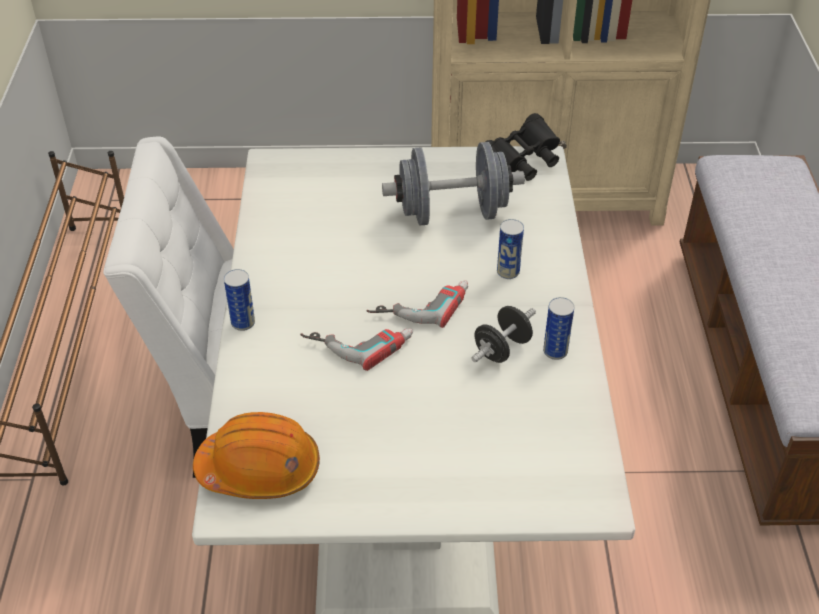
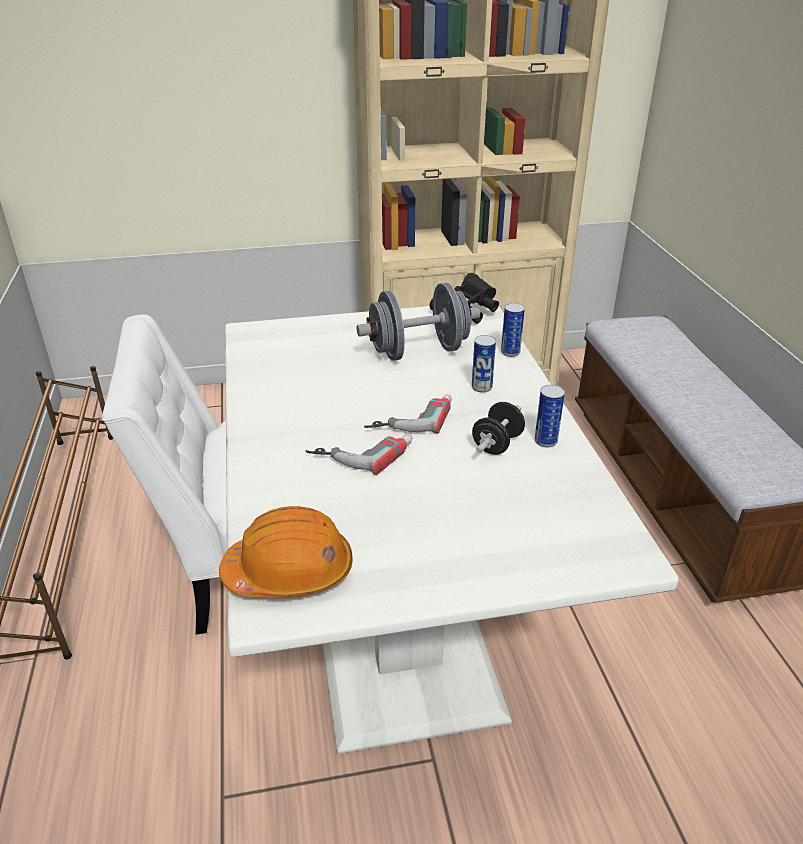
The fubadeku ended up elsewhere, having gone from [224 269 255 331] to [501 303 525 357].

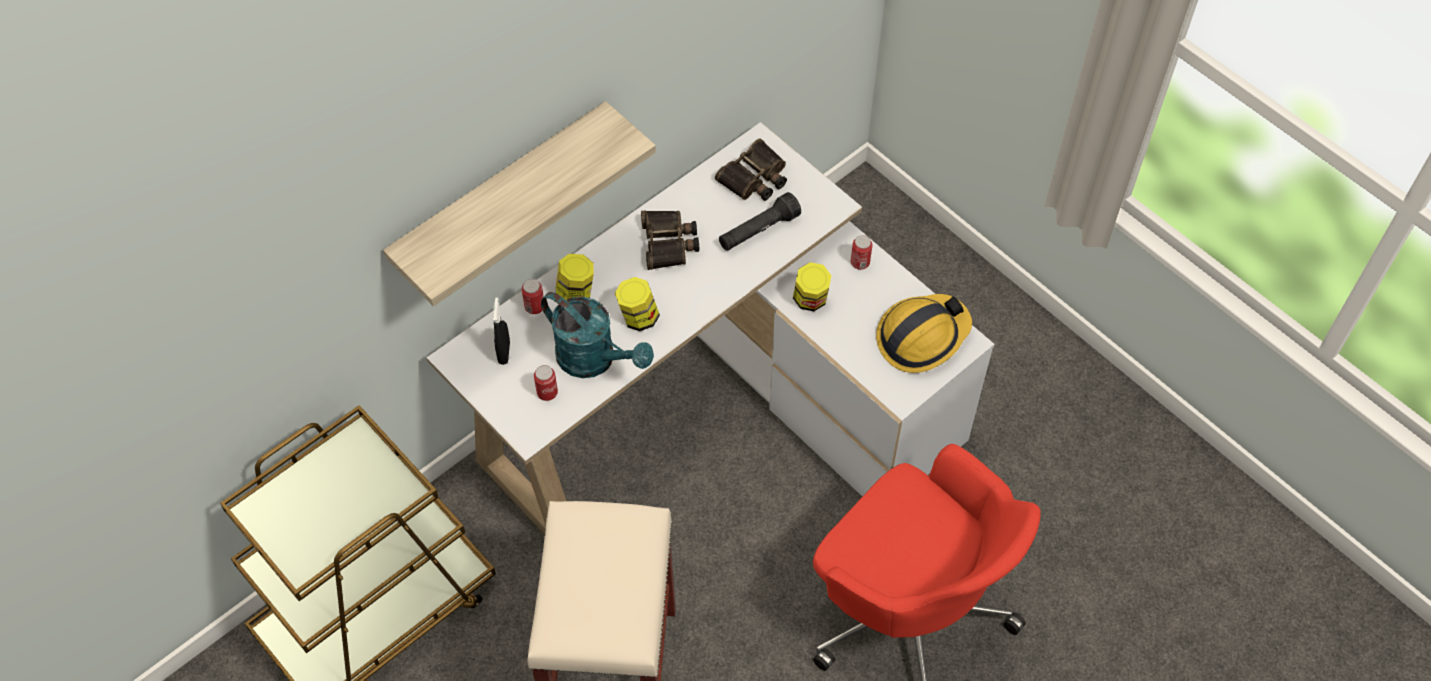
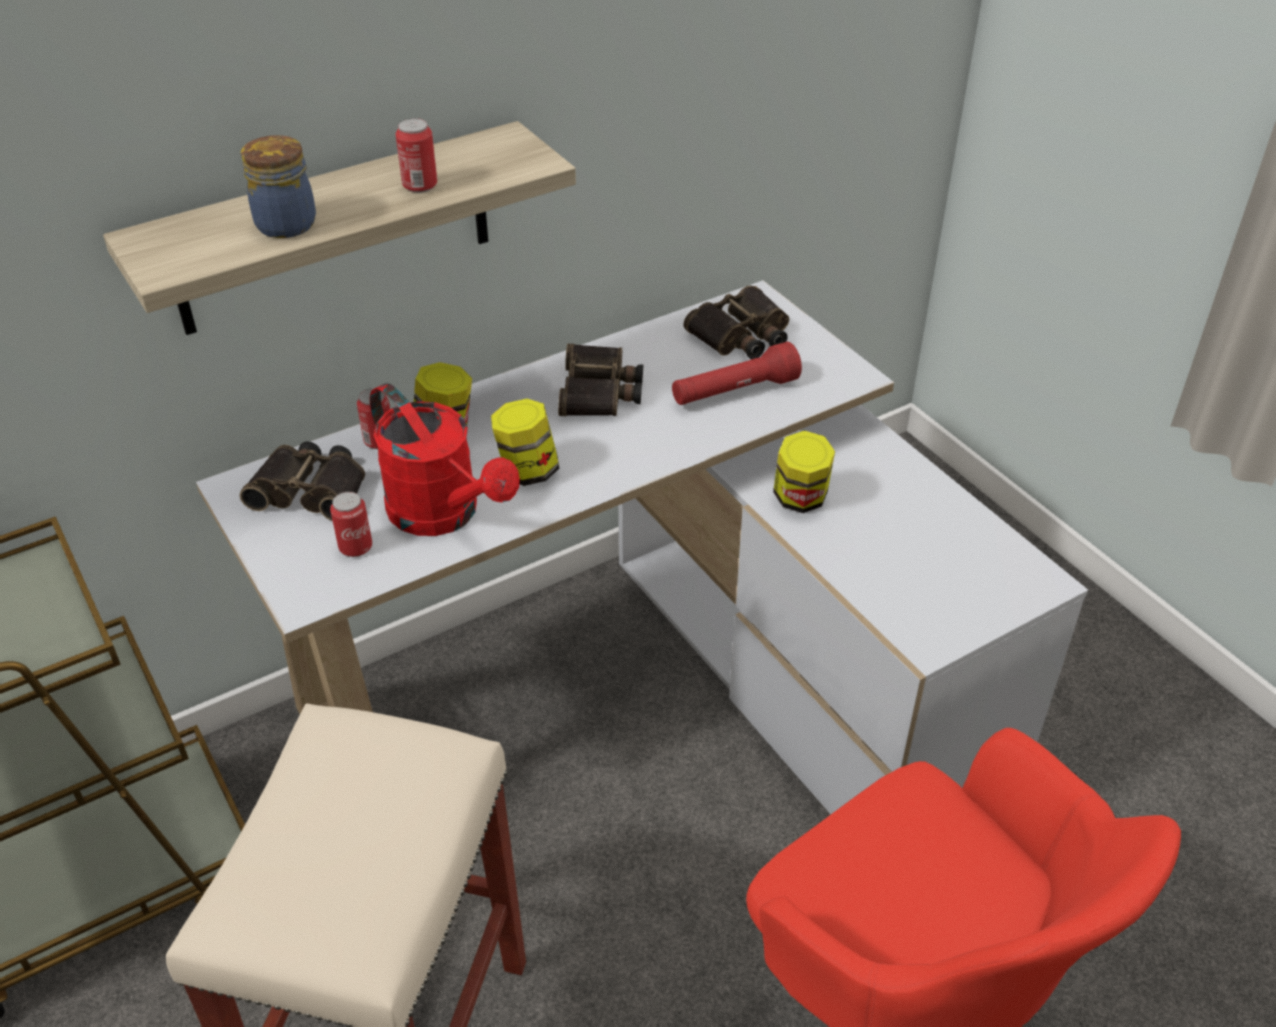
Where the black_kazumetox stood at [493 298 510 365], the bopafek came to stand at [239 441 365 521].
The second view gained the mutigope at [241 135 316 238].
What was the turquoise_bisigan at [541 292 654 378] turned into the red_bisigan at [370 383 520 536].
The fubadeku ended up elsewhere, having gone from [851 235 872 270] to [396 118 437 193].
What was the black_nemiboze at [719 192 801 251] turned into the red_nemiboze at [672 342 802 405].
The second view lost the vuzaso at [876 294 972 373].

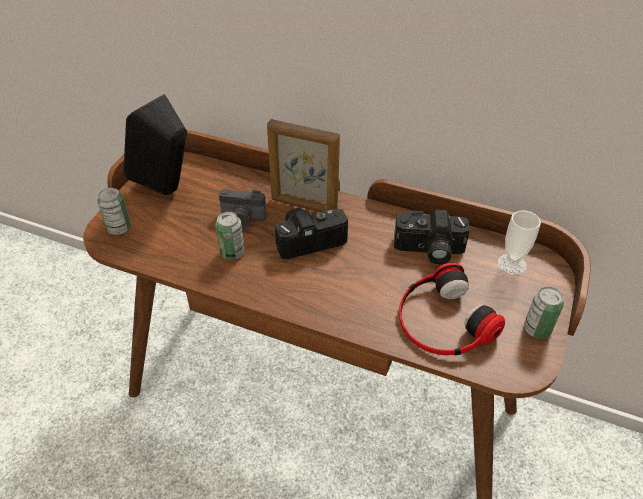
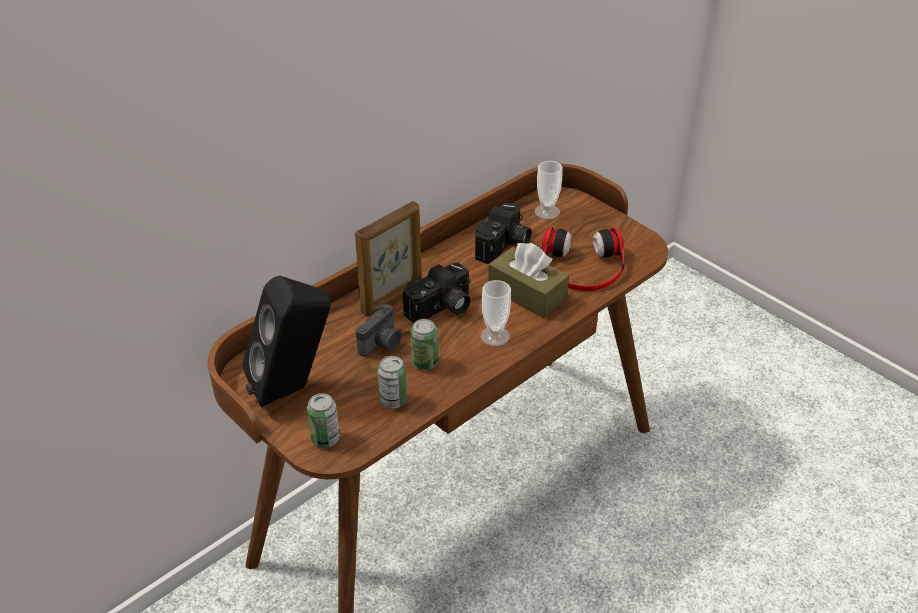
The fubadeku ended up elsewhere, having gone from [524 287 564 339] to [378 356 407 409].
The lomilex at [275 208 348 259] ended up facing another way, 135 degrees counterclockwise from before.
The second view gained the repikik at [481 280 511 346].
The second view gained the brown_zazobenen at [488 243 569 318].

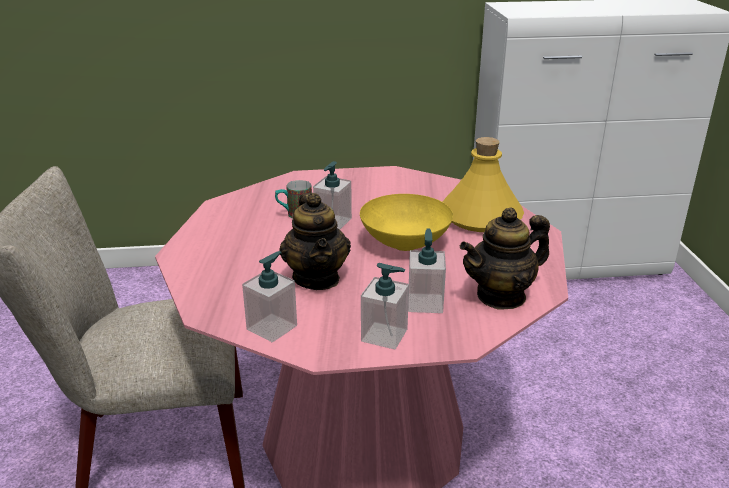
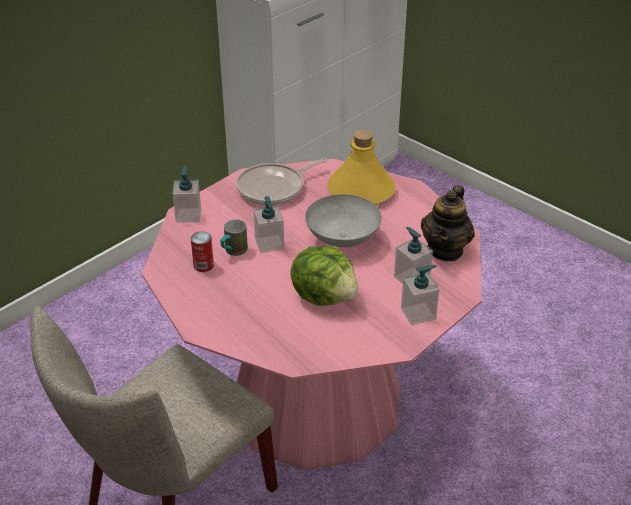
The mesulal ended up elsewhere, having gone from [242 251 297 342] to [172 165 201 223].
The second view gained the fubadeku at [191 231 214 272].
The second view gained the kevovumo at [236 158 327 205].
Where the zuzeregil stood at [279 193 351 290], the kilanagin came to stand at [290 246 358 306].
What was the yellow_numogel at [360 194 453 251] turned into the grey_numogel at [305 194 382 247].

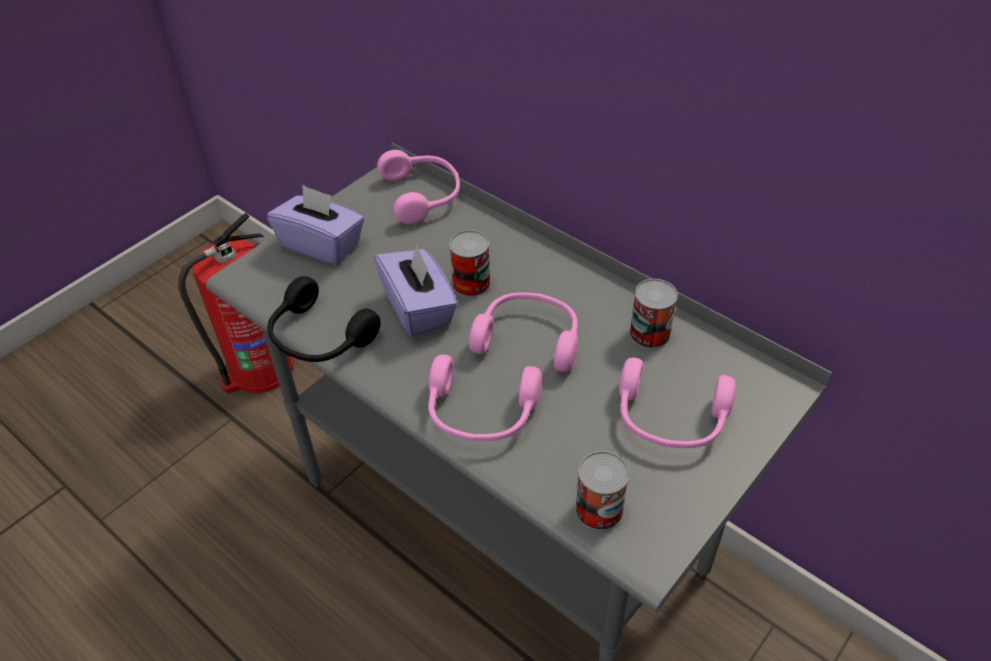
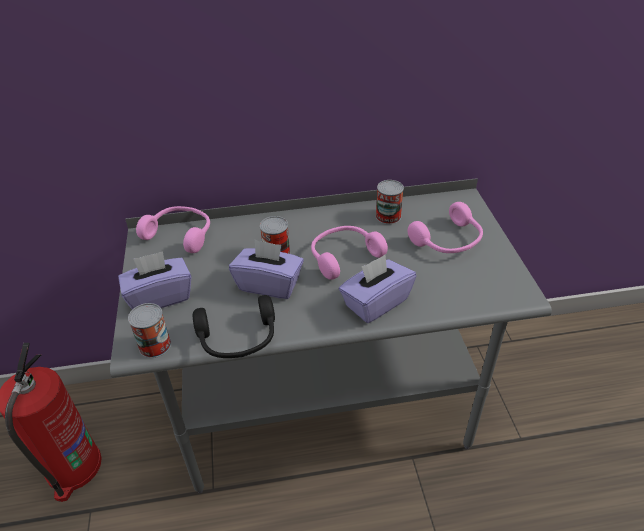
The fubadeku ended up elsewhere, having gone from [575 451 629 531] to [128 303 171 358].
Where the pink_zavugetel stood at [428 355 542 441], the purple_zazobenen came to stand at [339 255 416 323].

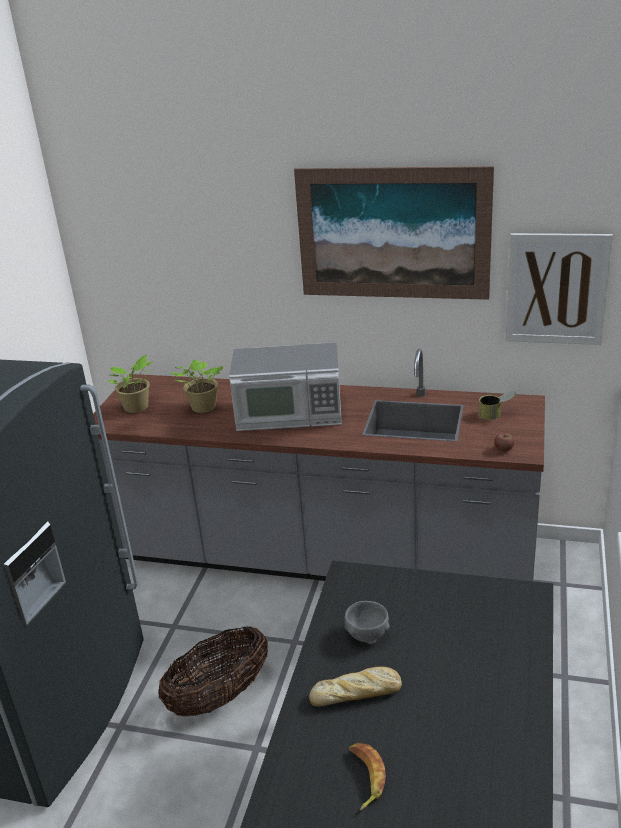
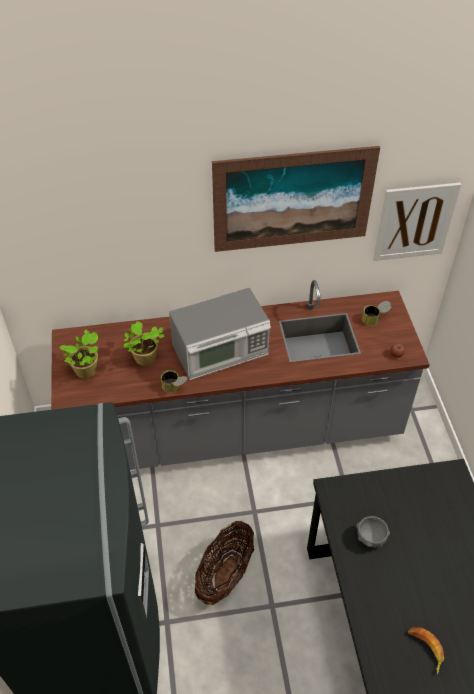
The second view gained the fubadeku at [161 370 188 393].
The second view lost the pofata at [309 667 402 707].

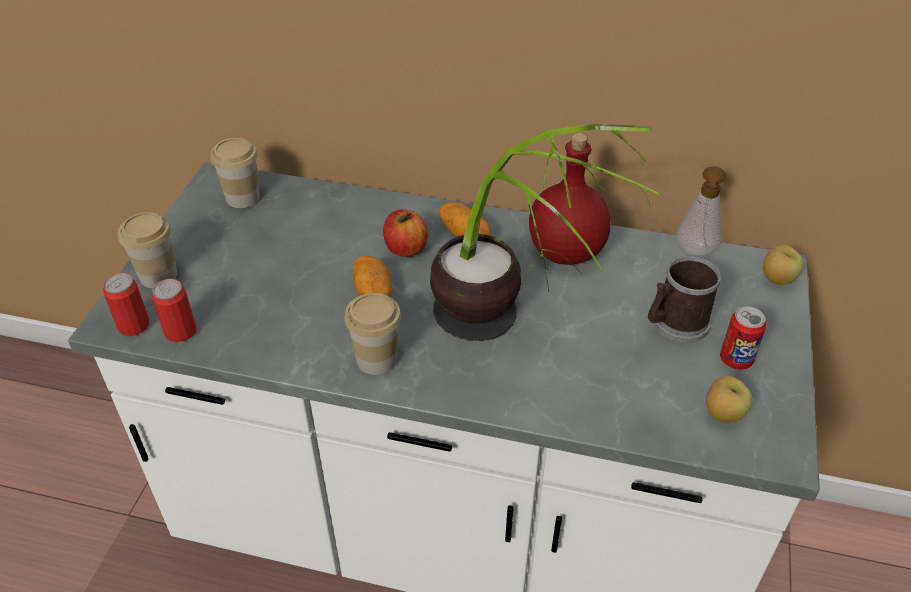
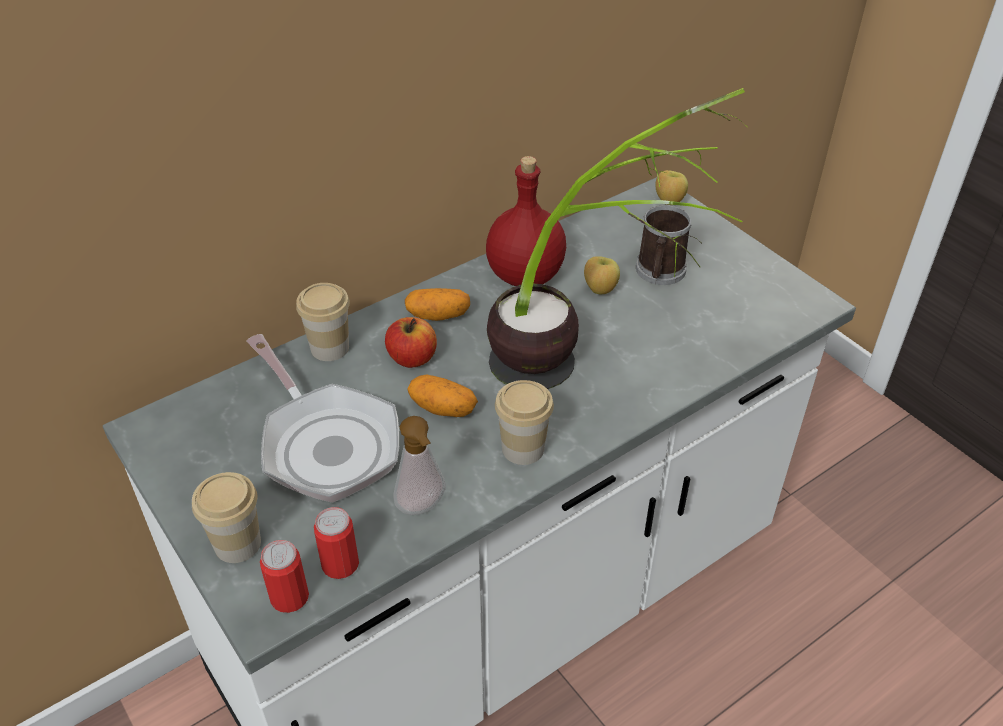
The second view gained the kevovumo at [246 334 399 503].
The repikik ended up elsewhere, having gone from [210 138 260 208] to [296 283 350 361].
The mesulal ended up elsewhere, having gone from [676 166 726 256] to [393 416 446 515].
The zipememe ended up elsewhere, having gone from [706 376 752 423] to [584 256 620 294].
The second view lost the fubadeku at [720 307 767 370].

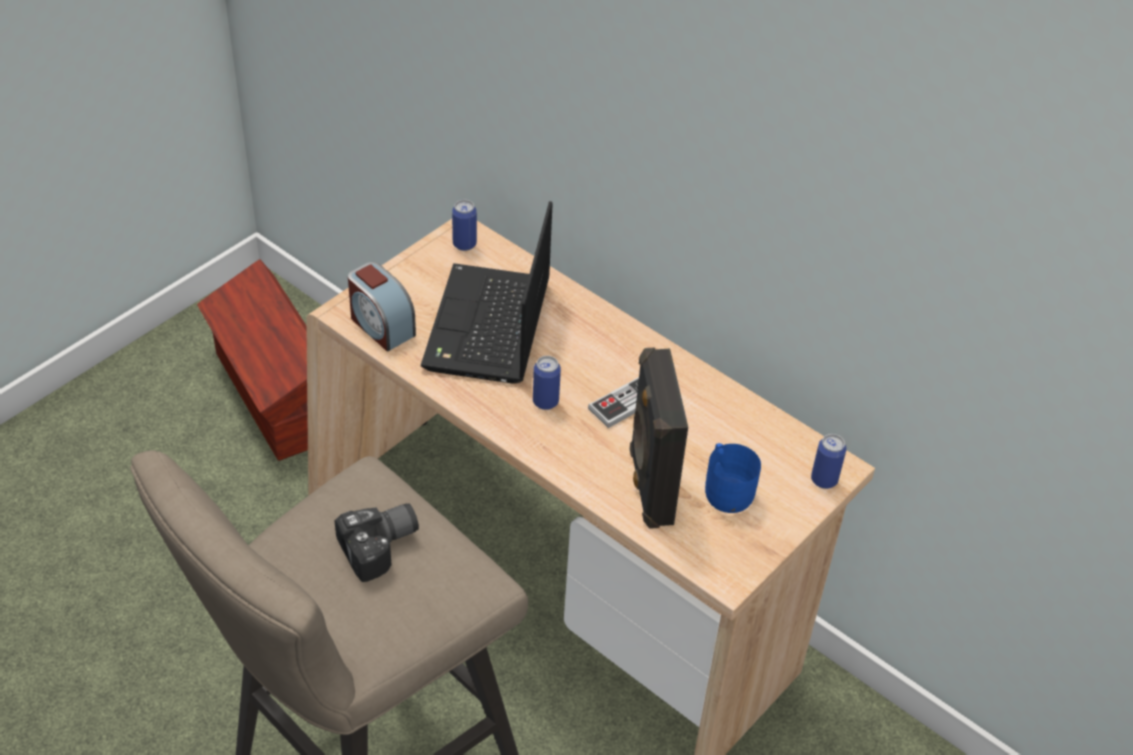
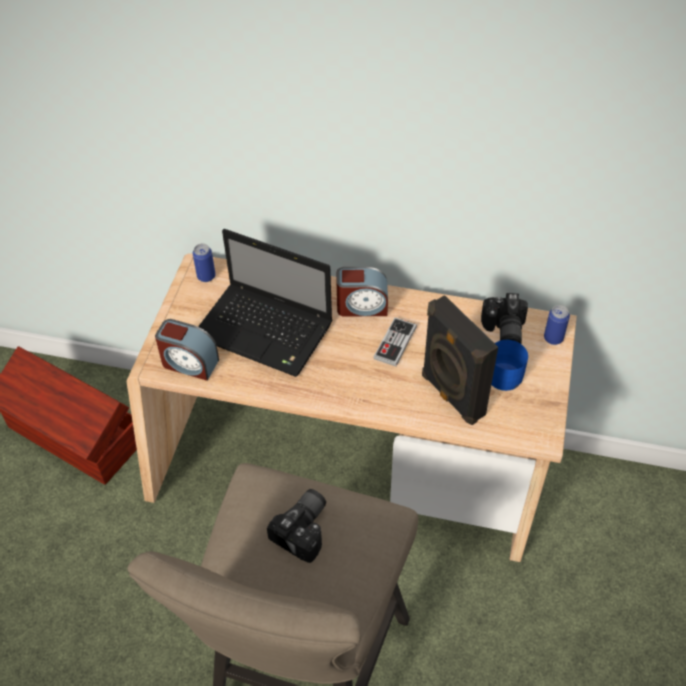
The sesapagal at [421 201 552 384] ended up facing another way, 45 degrees counterclockwise from before.
The second view gained the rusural at [337 267 388 317].
The second view gained the lomilex at [481 293 528 344].
The second view lost the fubadeku at [533 356 561 410].

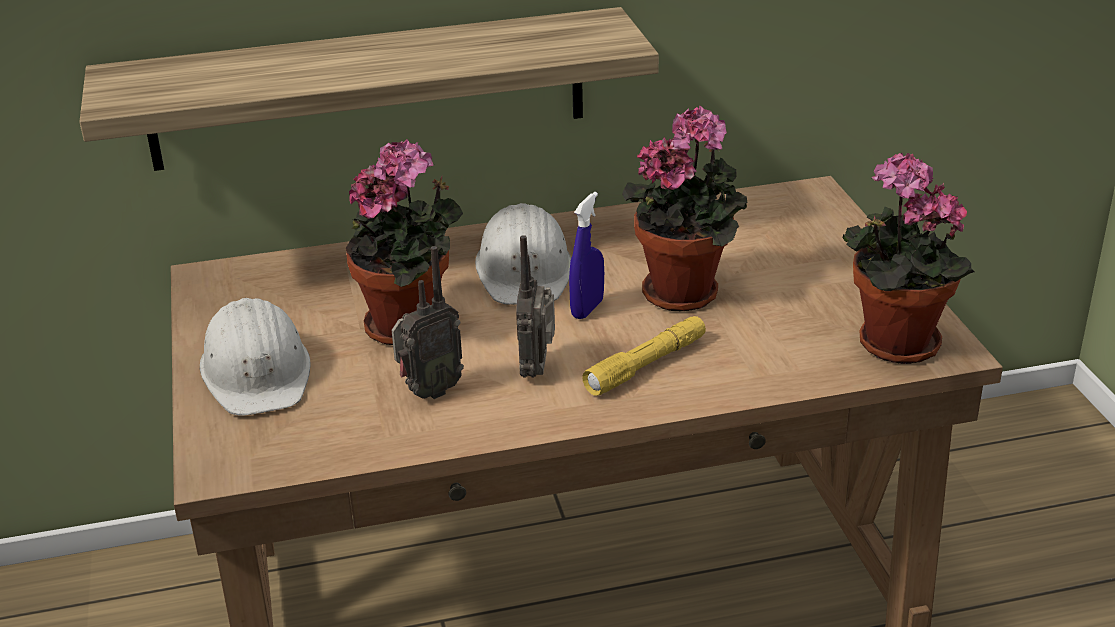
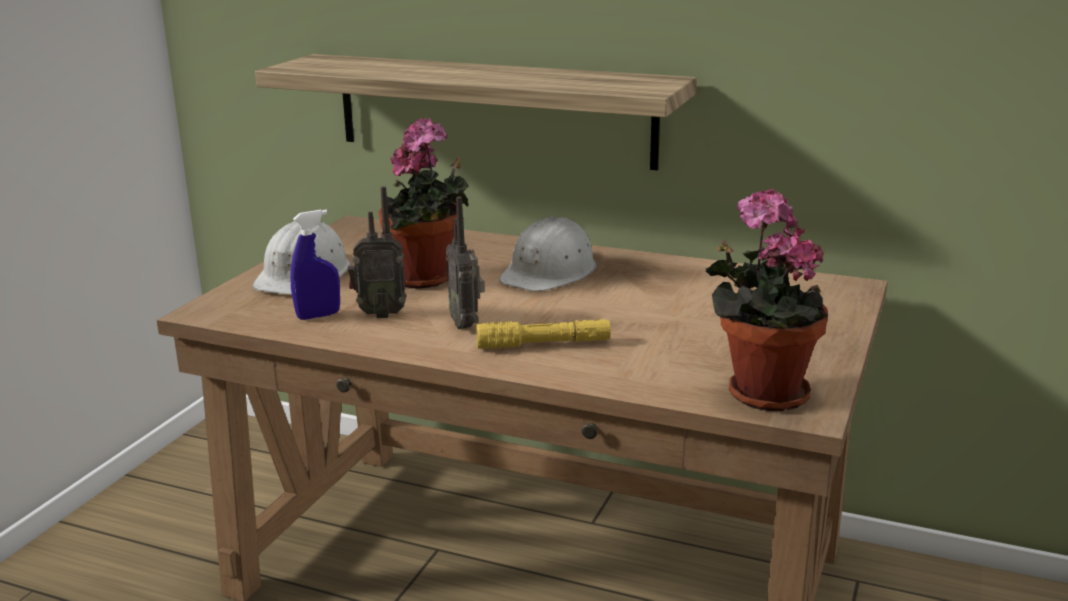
The blue_kazumetox ended up elsewhere, having gone from [569 192 604 319] to [291 210 340 320].
The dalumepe at [516 235 555 378] ended up facing another way, 60 degrees counterclockwise from before.
The second view lost the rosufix at [622 106 747 311].

